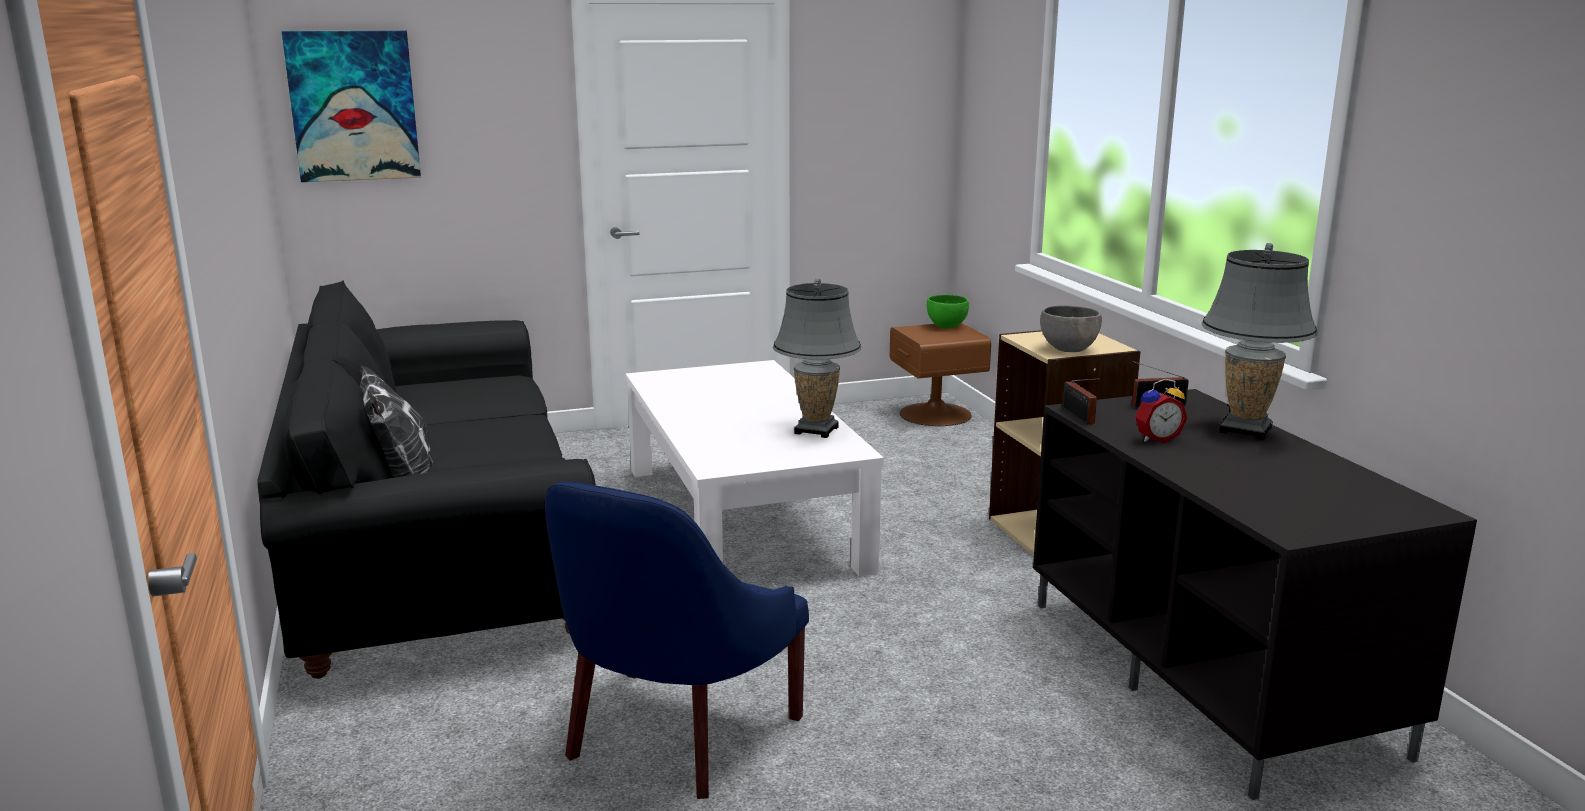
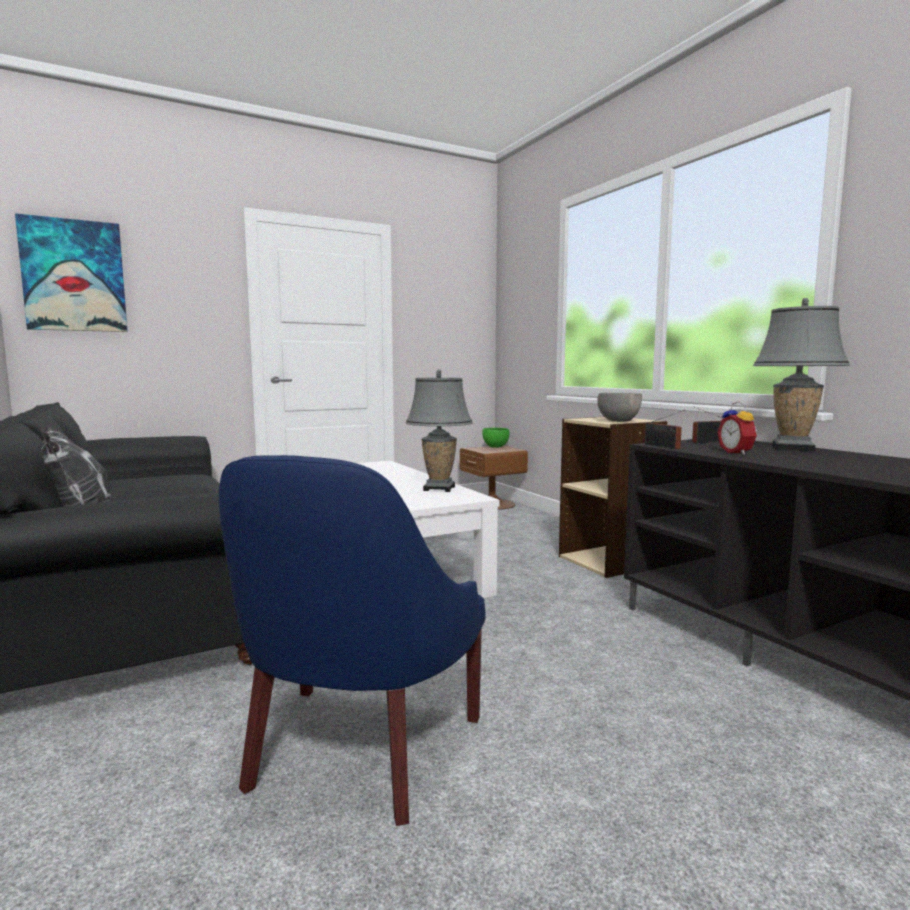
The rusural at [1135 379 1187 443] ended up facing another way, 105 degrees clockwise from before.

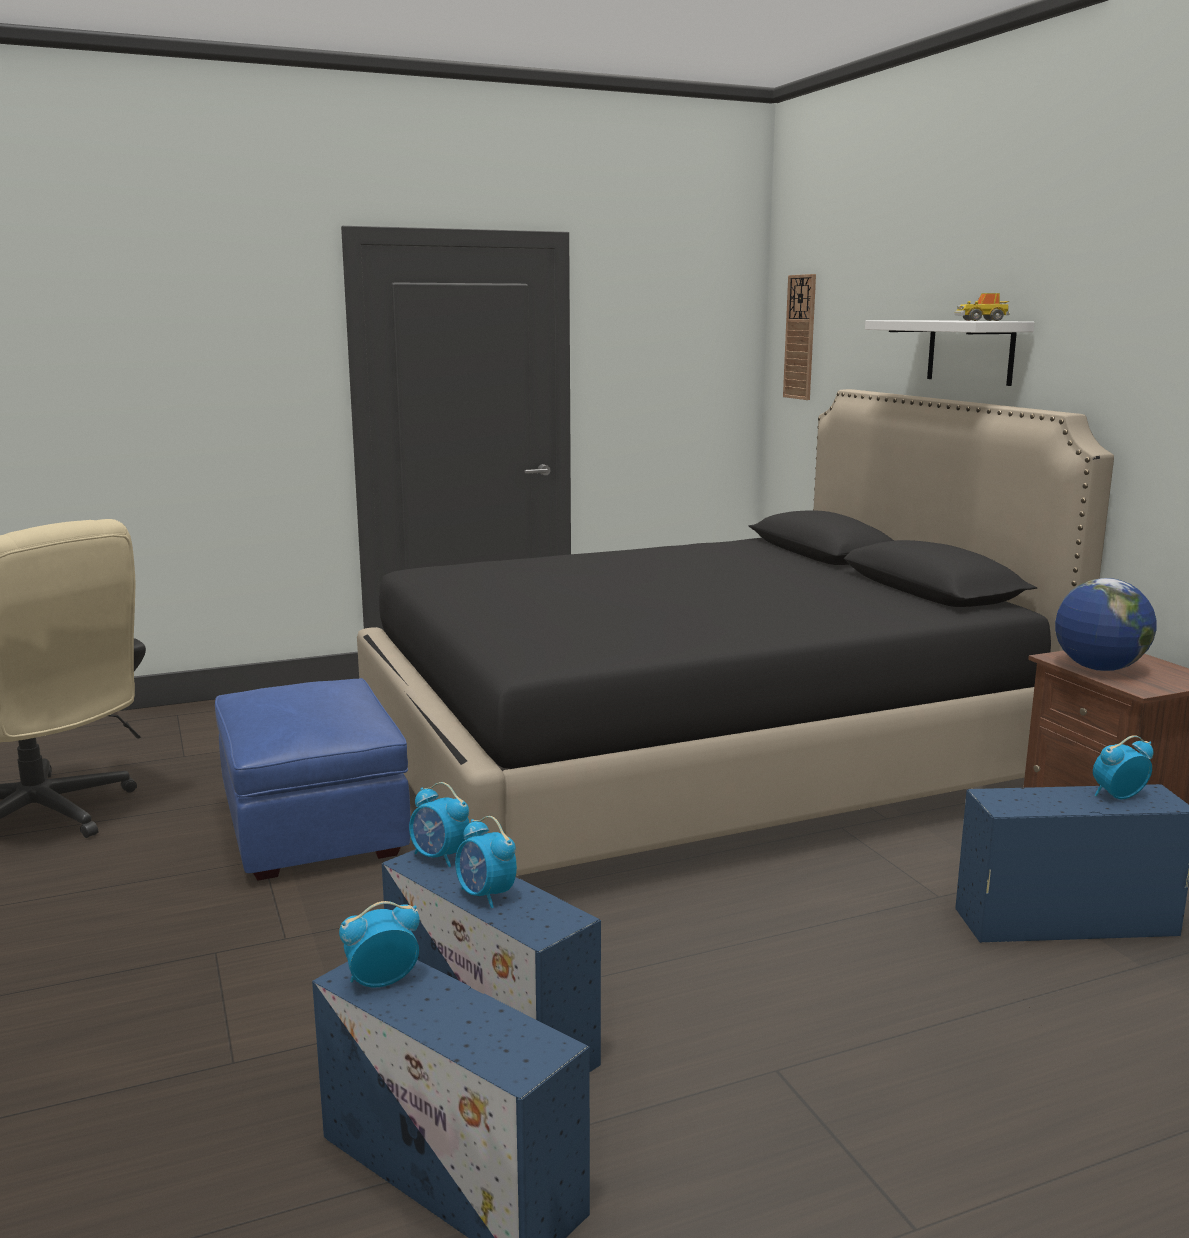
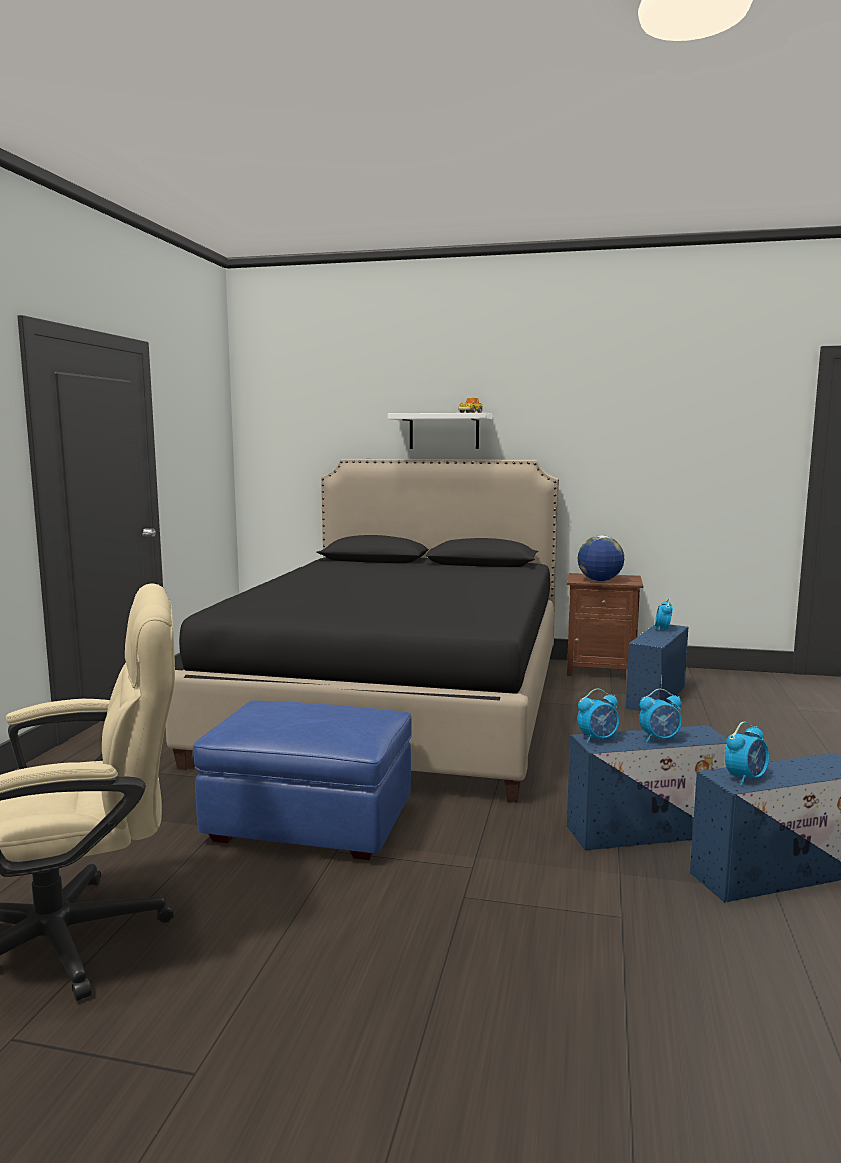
The rusural at [339 901 420 987] ended up facing another way, 135 degrees counterclockwise from before.
The second view lost the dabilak at [783 274 816 400].

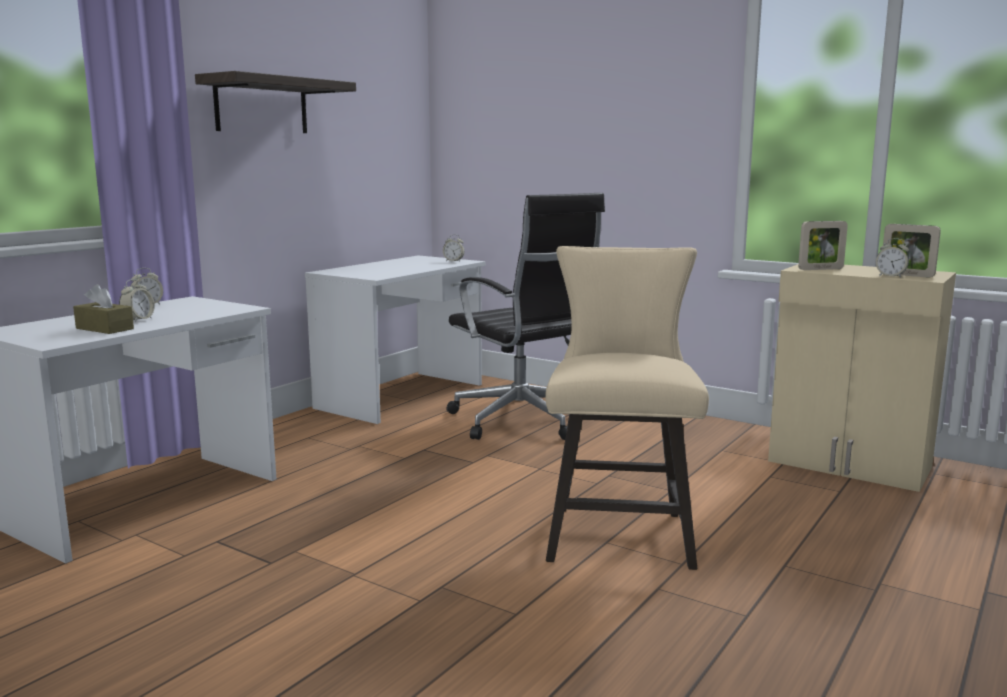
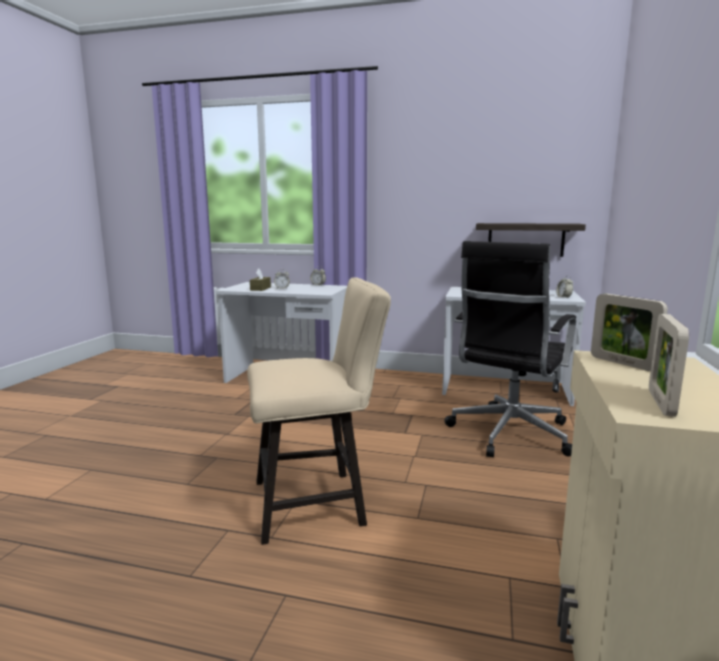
The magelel ended up elsewhere, having gone from [195 71 356 133] to [476 223 586 257].
The second view lost the rusural at [876 238 909 277].

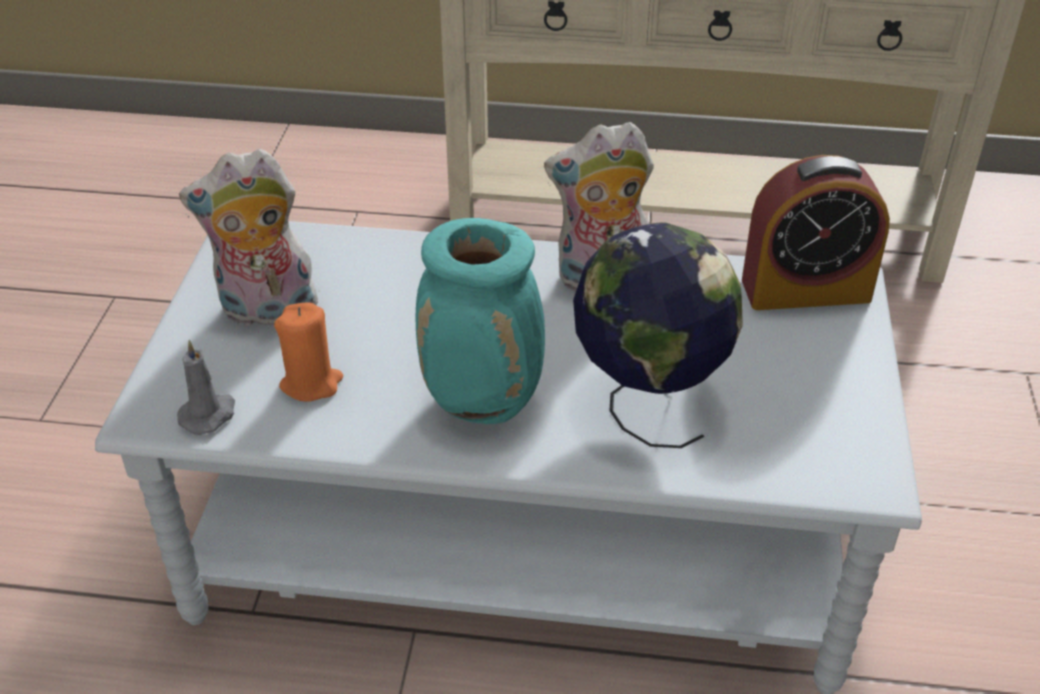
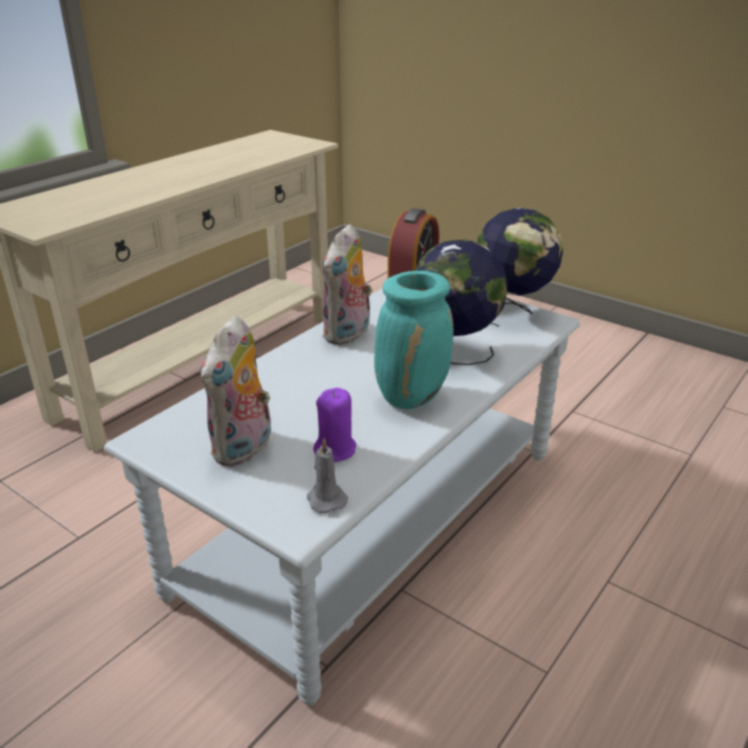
What was the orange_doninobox at [274 302 343 401] turned into the purple_doninobox at [313 388 356 462].
The second view gained the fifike at [477 208 563 327].

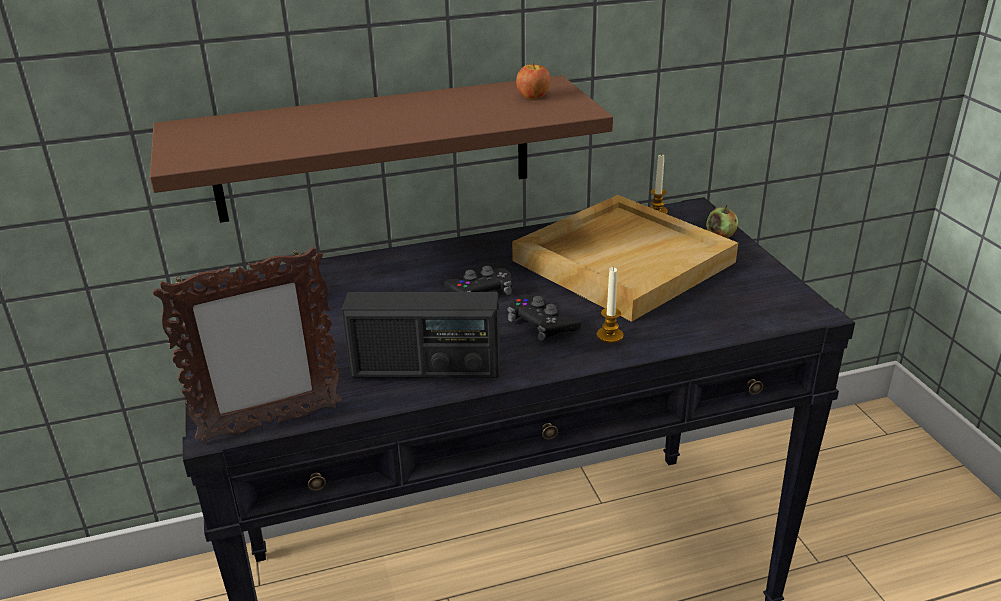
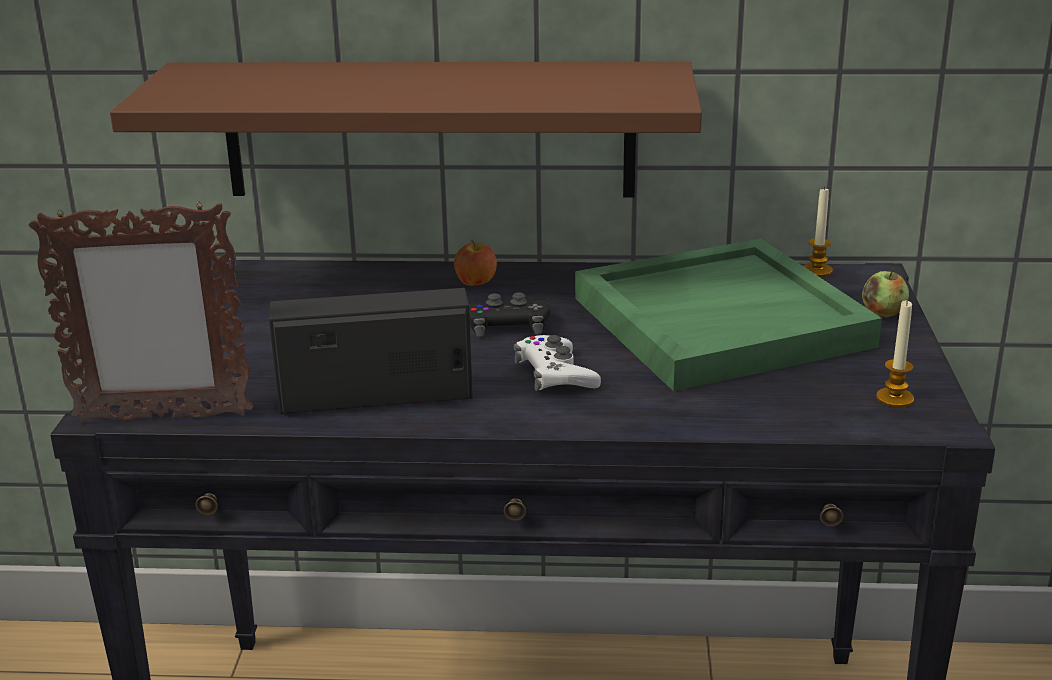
The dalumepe at [342 292 500 378] ended up facing another way, 150 degrees clockwise from before.
The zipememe ended up elsewhere, having gone from [516 61 551 99] to [454 240 497 285].
What was the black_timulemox at [507 295 581 341] turned into the white_timulemox at [514 335 601 391].
What was the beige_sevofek at [512 195 738 322] turned into the green_sevofek at [575 239 882 391].
The doninobox ended up elsewhere, having gone from [597 267 623 343] to [876 299 914 408].

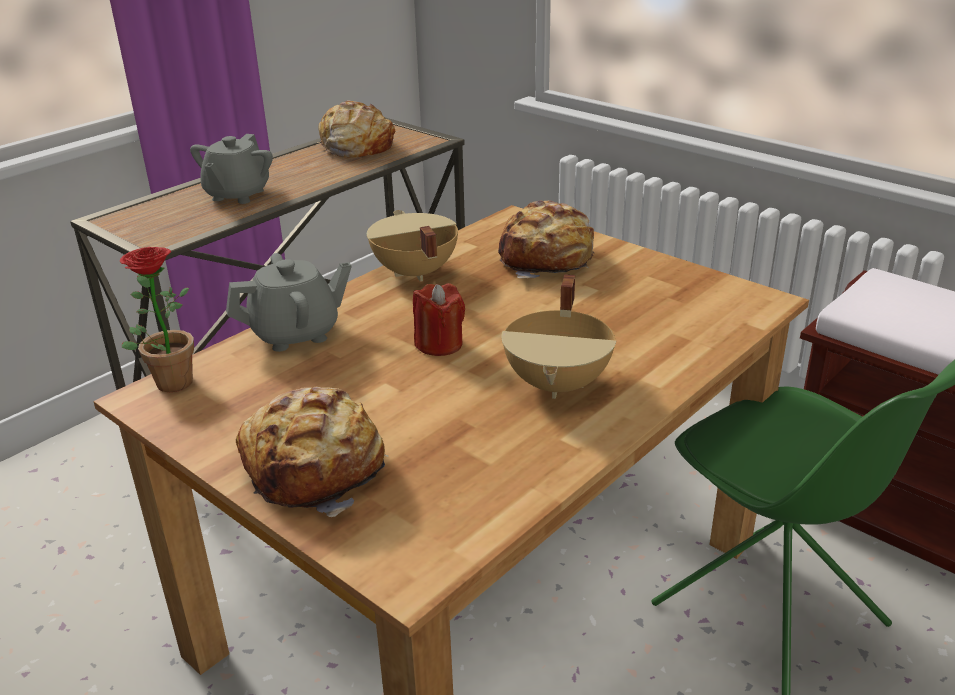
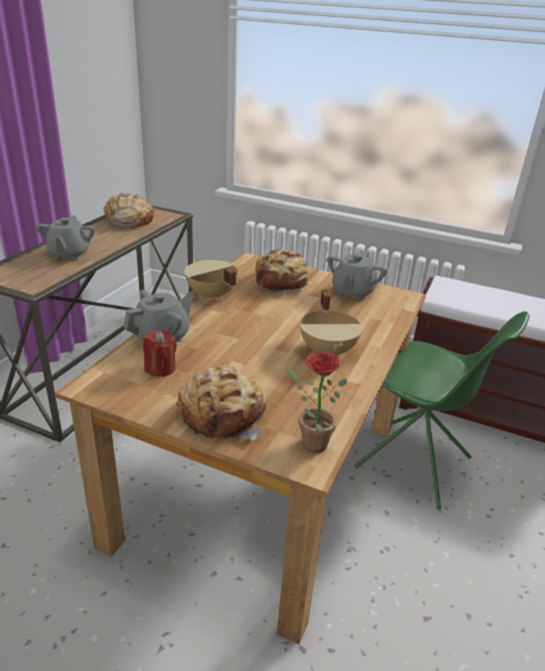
The red_doninobox ended up elsewhere, having gone from [413 283 465 356] to [143 329 177 377].
The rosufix ended up elsewhere, having gone from [120 247 194 392] to [287 352 347 453].
The second view gained the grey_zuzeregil at [327 251 387 301].

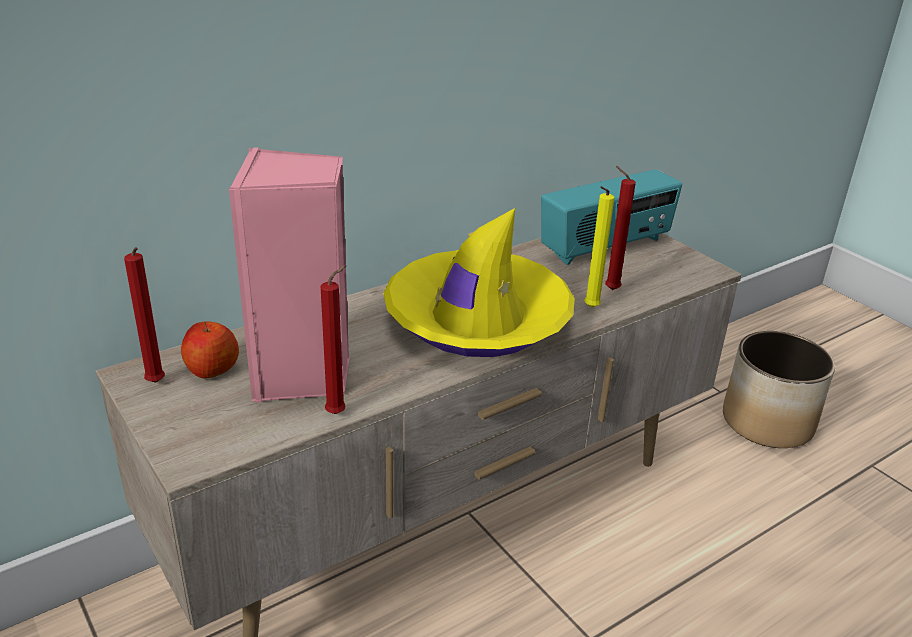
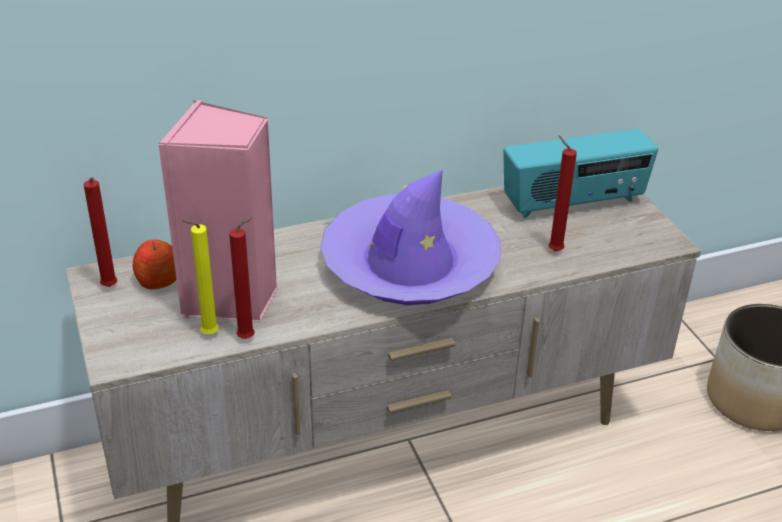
The yellow_doninobox ended up elsewhere, having gone from [584 186 614 308] to [182 220 219 334].
What was the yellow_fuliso at [383 208 575 357] turned into the purple_fuliso at [320 170 501 305].

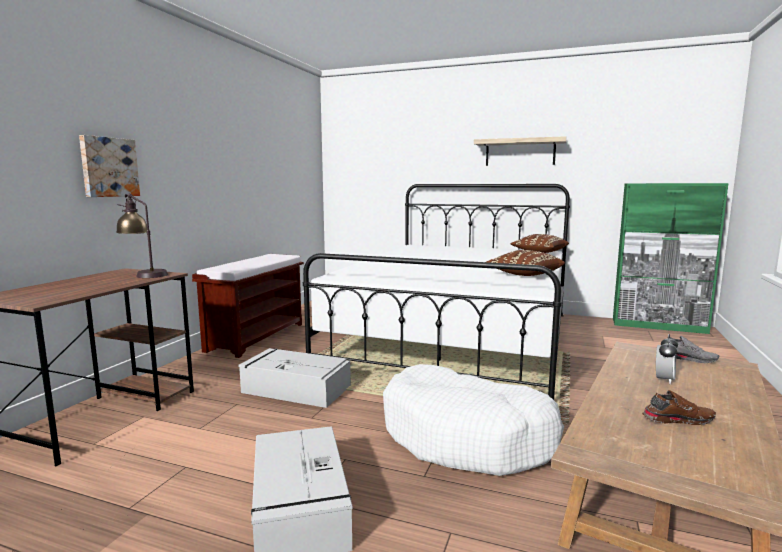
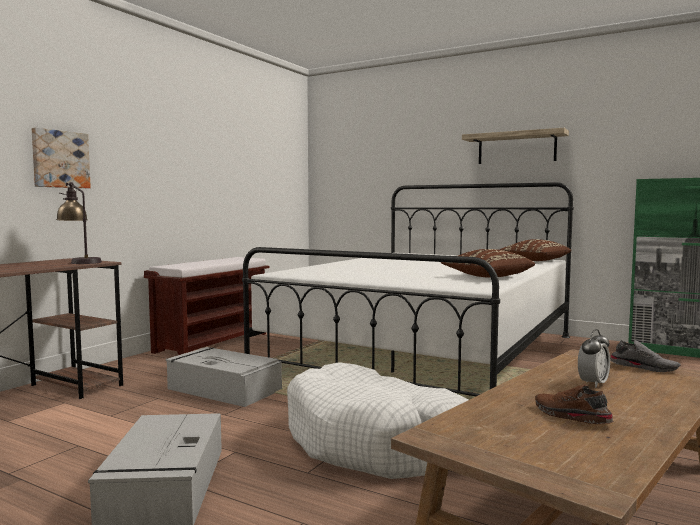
The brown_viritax at [642 390 716 425] ended up facing another way, 135 degrees counterclockwise from before.

